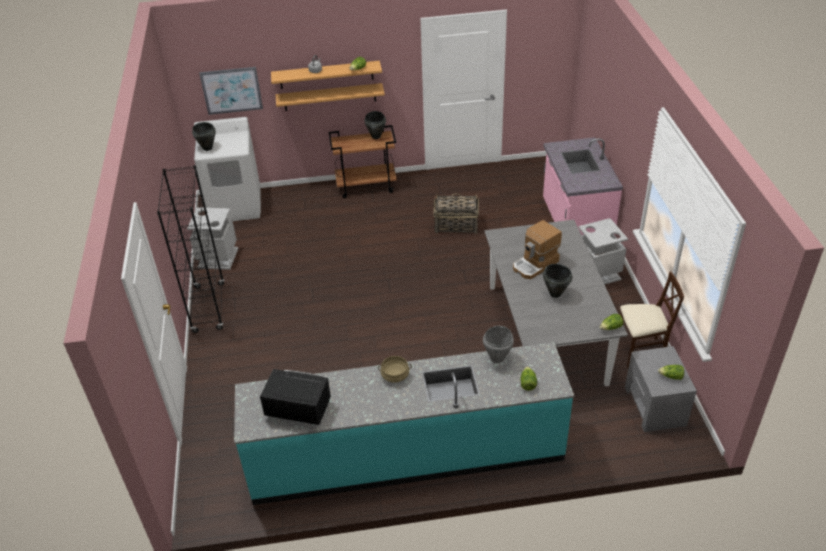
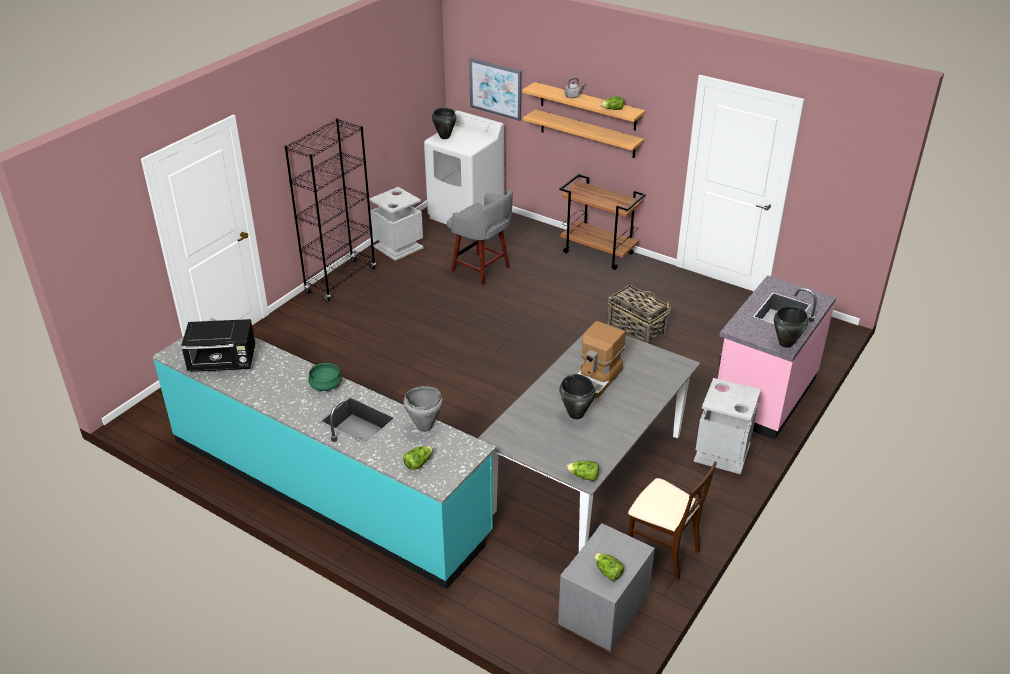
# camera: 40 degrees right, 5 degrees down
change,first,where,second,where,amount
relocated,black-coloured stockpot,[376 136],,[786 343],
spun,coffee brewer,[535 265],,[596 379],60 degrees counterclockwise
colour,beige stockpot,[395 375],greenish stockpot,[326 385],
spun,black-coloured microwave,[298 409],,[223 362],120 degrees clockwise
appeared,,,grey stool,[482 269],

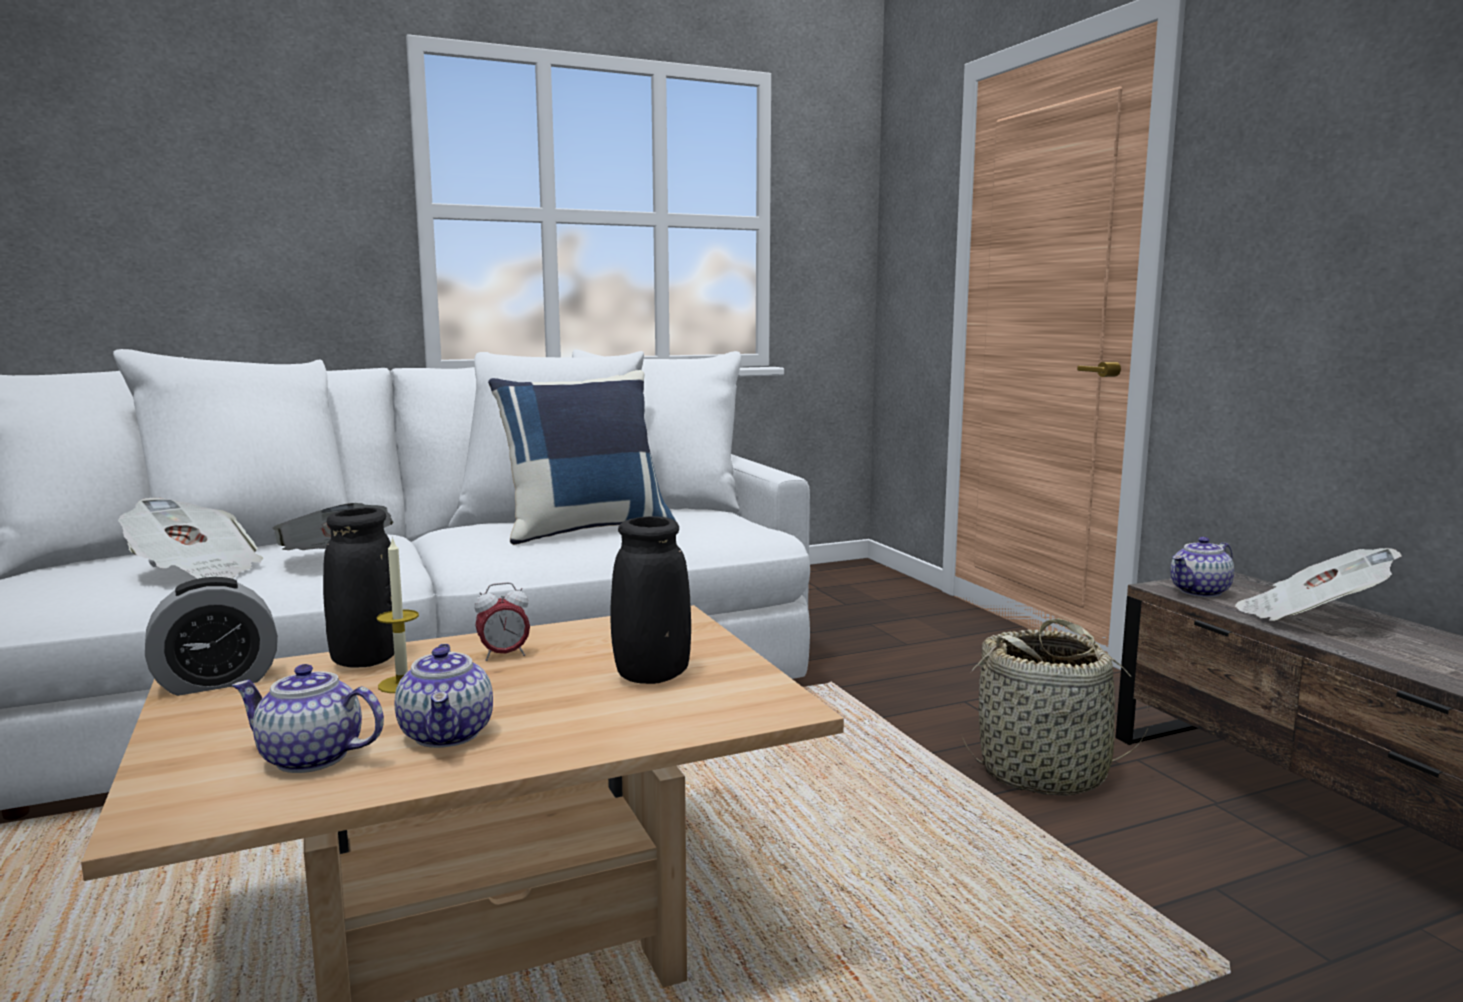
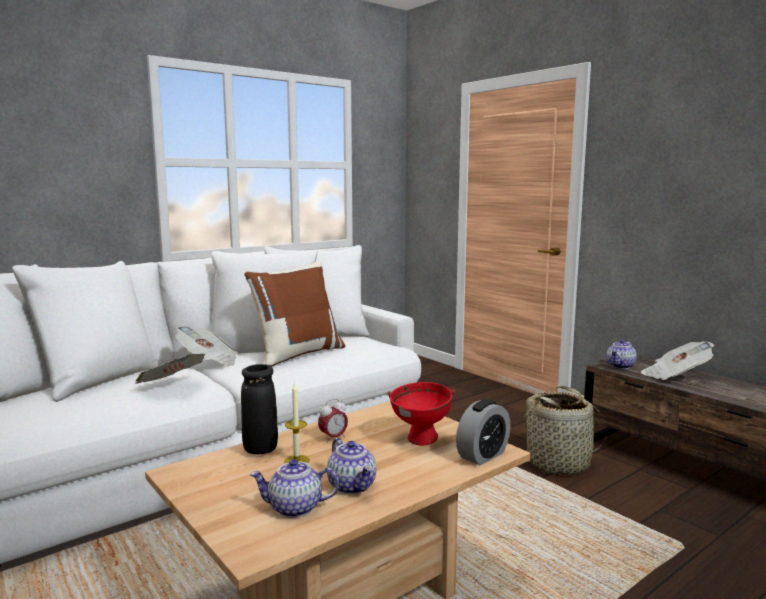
# camera: 15 degrees left, 0 degrees up
change,first,where,second,where,amount
colour,bluish throw pillow,[585 529],brown throw pillow,[297 354],
relocated,newspaper,[196 572],,[209 361],
exchanged,black-coloured decorative vase,[652 676],red-coloured deep dish,[421 441],
relocated,bedside clock,[217 682],,[482 455],

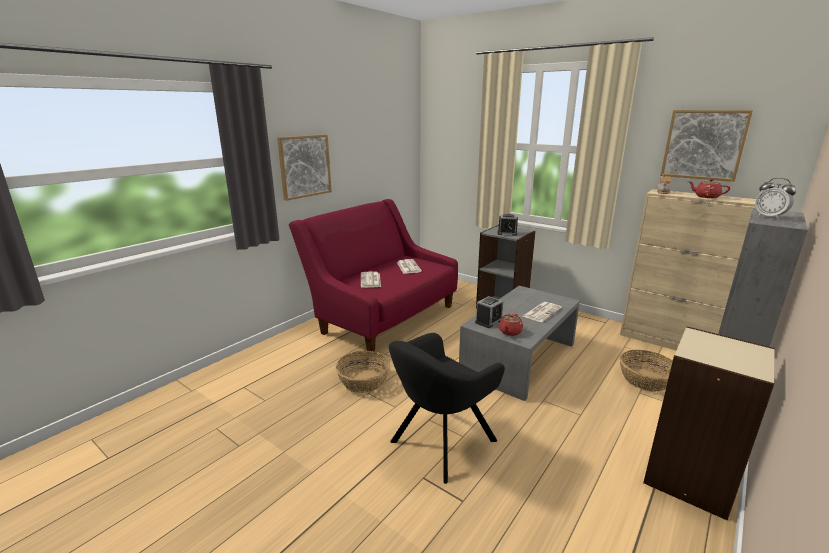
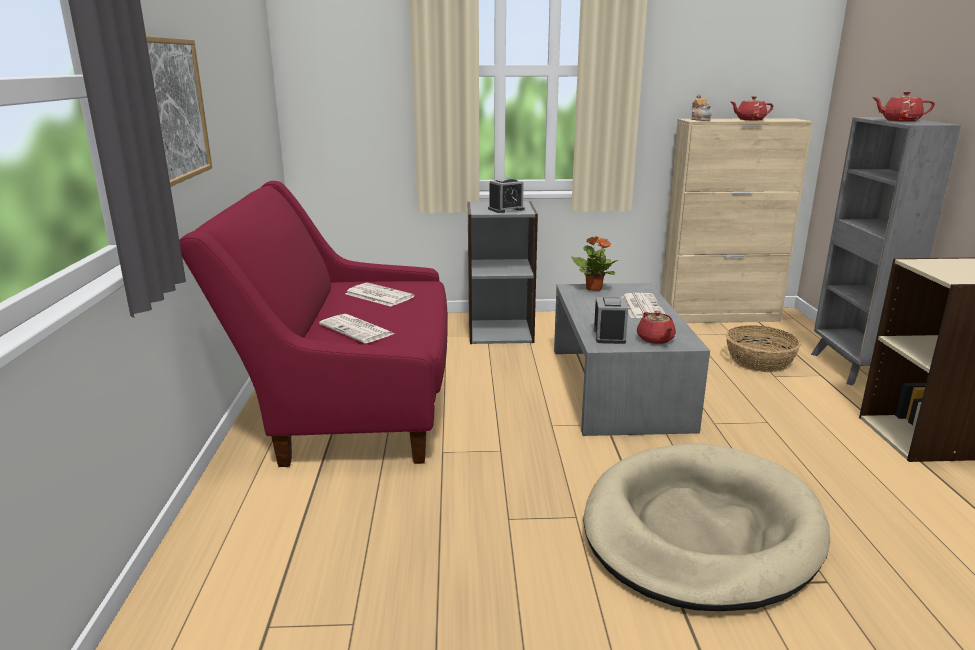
# camera: 40 degrees left, 0 degrees up
change,first,where,second,where,amount
missing,picture,[703 145],,,
exchanged,bedside clock,[769 217],red-coloured tea pot,[899 121],
exchanged,black-coloured armchair,[440 443],beige dog bed,[700 531],
missing,storage basket,[363 381],,,
appeared,,,potted plant,[593 288],

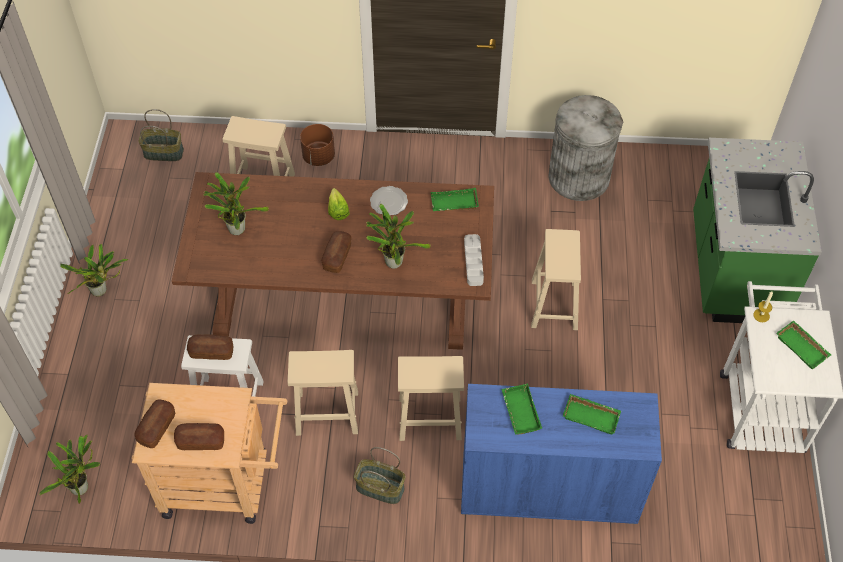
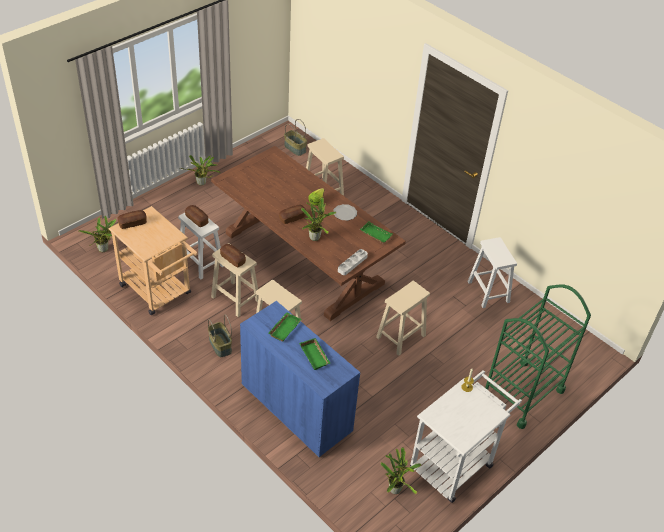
# camera: 40 degrees right, 10 degrees down
change,first,where,second,where,amount
exchanged,grey waste bin,[579 177],whitish stool,[488 292],
missing,brown flower pot,[319 157],,,
exchanged,greenish kitchen counter,[733 270],greenish cart,[522 393],
relocated,potted plant,[236 227],,[395 488],
missing,greenish tray,[803 347],,,
relocated,bread,[201 441],,[233 259],

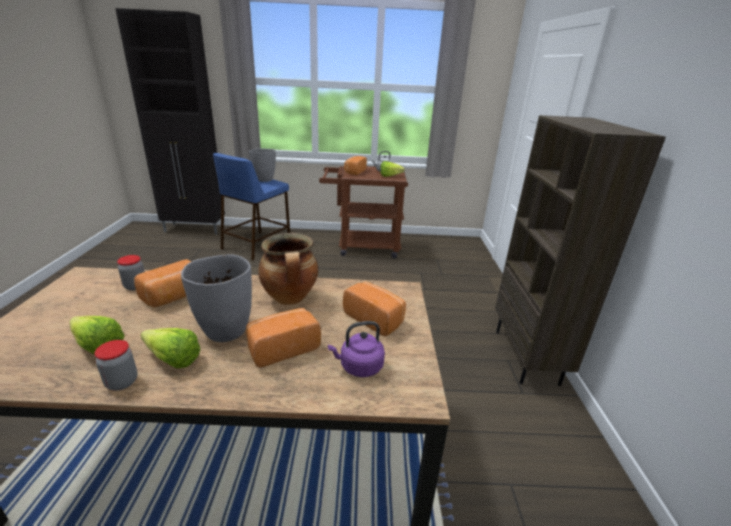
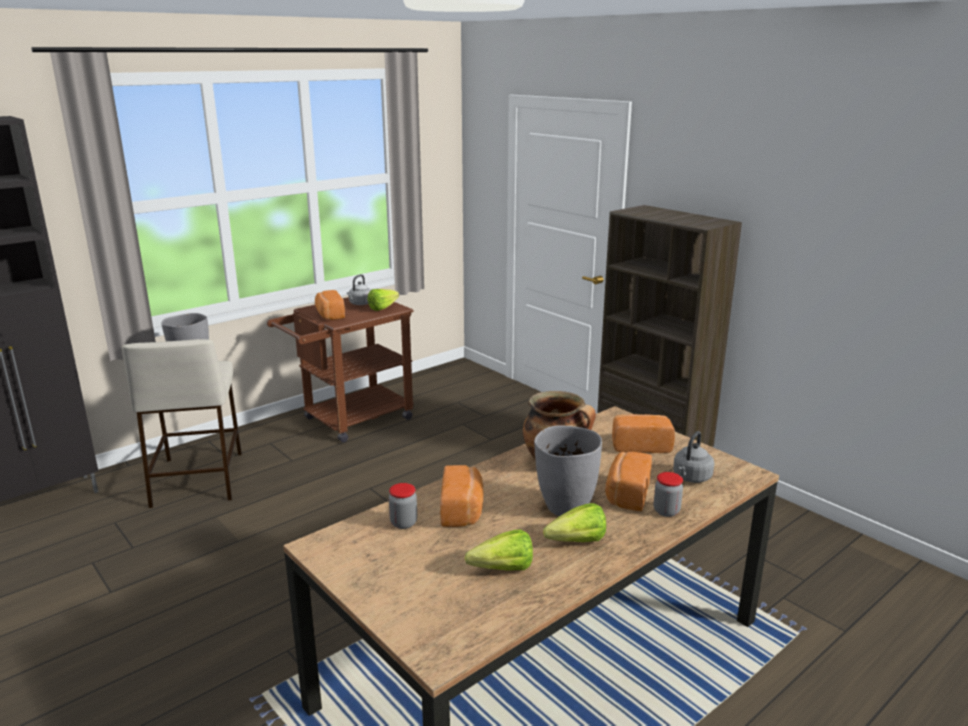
# camera: 40 degrees left, 5 degrees down
change,first,where,second,where,amount
colour,bluish stool,[257 244],beige stool,[197 478],
colour,purple-coloured tea kettle,[359 367],grey tea kettle,[691 478],
relocated,storage jar,[122 382],,[666 511],

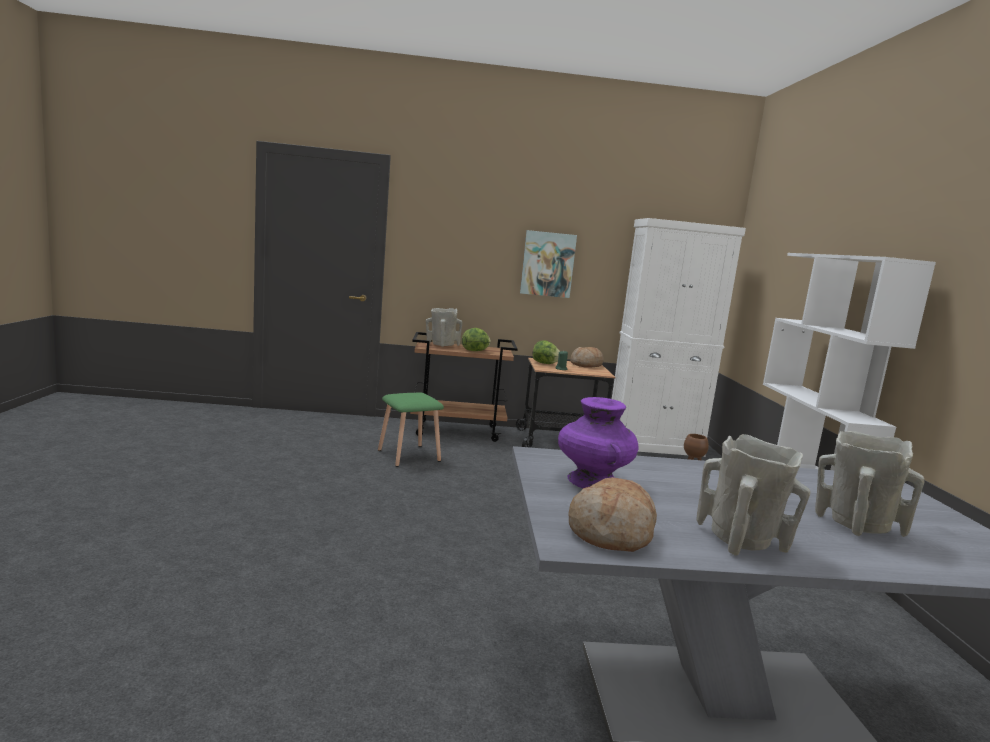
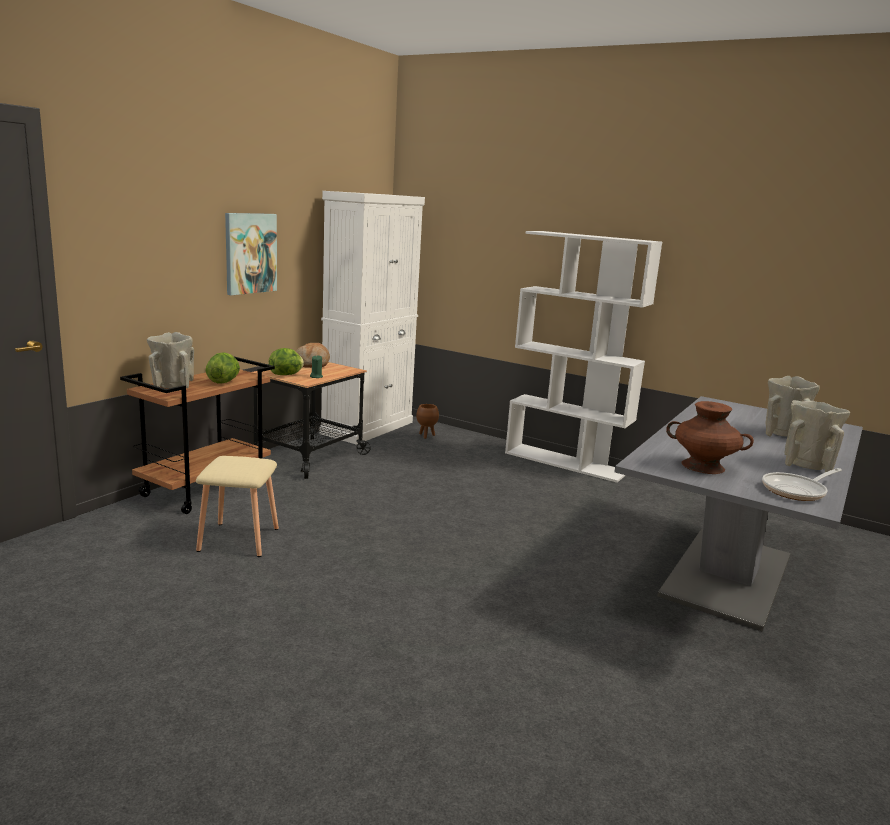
# camera: 55 degrees left, 5 degrees up
change,first,where,second,where,amount
colour,greenish stool,[410 456],beige stool,[240 539],
colour,purple-coloured decorative vase,[593 481],brown decorative vase,[703 466],
exchanged,bread,[611 532],frying pan,[797 491],

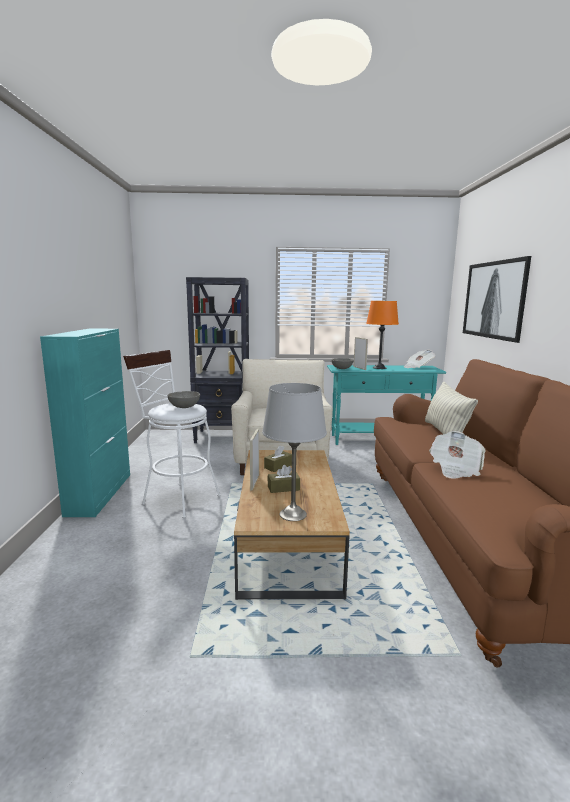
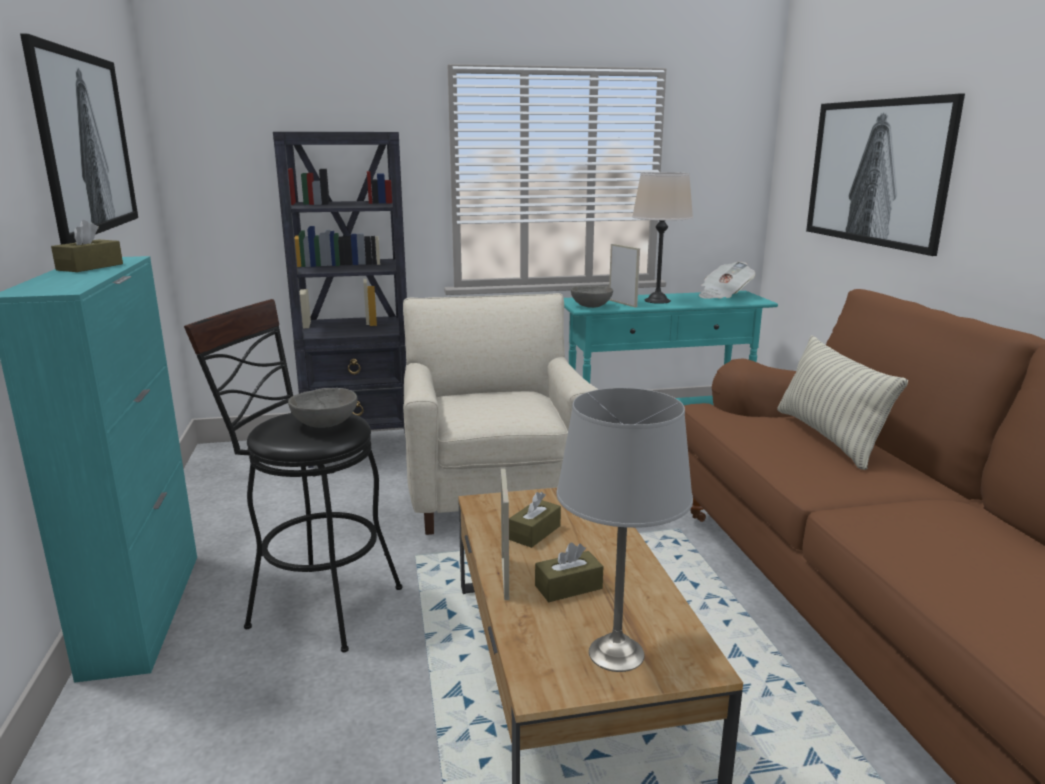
# camera: 10 degrees left, 5 degrees up
change,first,where,second,where,amount
colour,orange tabletop lamp,[379 368],beige tabletop lamp,[657 301],
colour,whitish stool,[177 498],black-coloured stool,[314 604],
missing,newspaper,[455 469],,,
appeared,,,picture,[83 143],
appeared,,,brown box of tissues,[90 267],

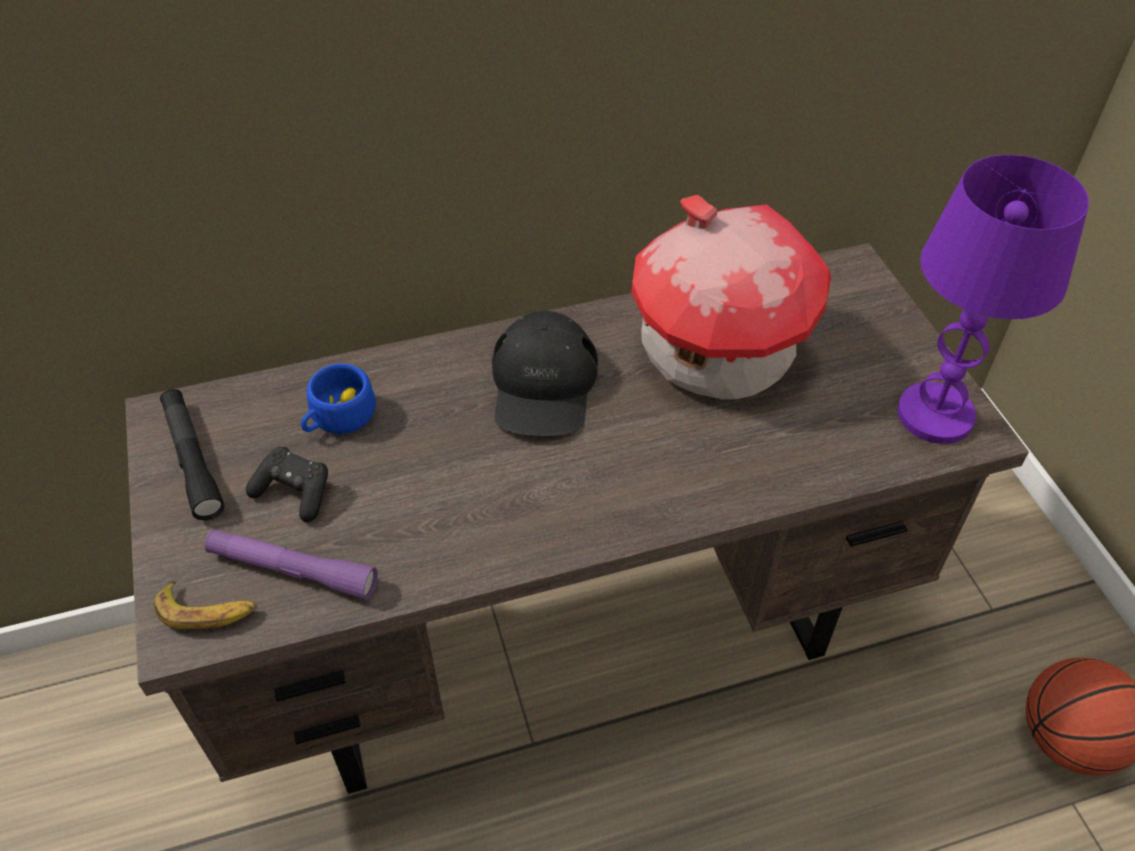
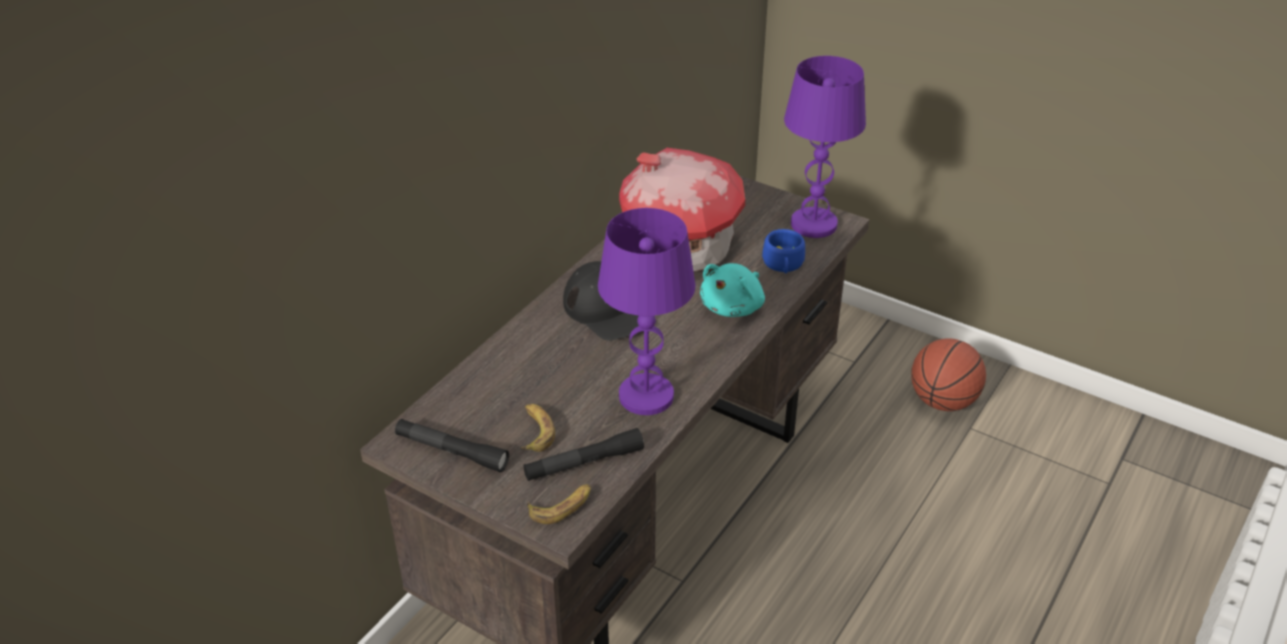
# camera: 40 degrees left, 10 degrees down
change,first,where,second,where,amount
relocated,bluish drinking cup,[338 418],,[783 265],
exchanged,black-coloured gamepad,[294 492],banana fruit,[535 431],
colour,purple-coloured flashlight,[293 570],black-coloured flashlight,[584 463],
appeared,,,purple-coloured tabletop lamp,[645 396],
appeared,,,blue-green cuddly toy,[733 307],

